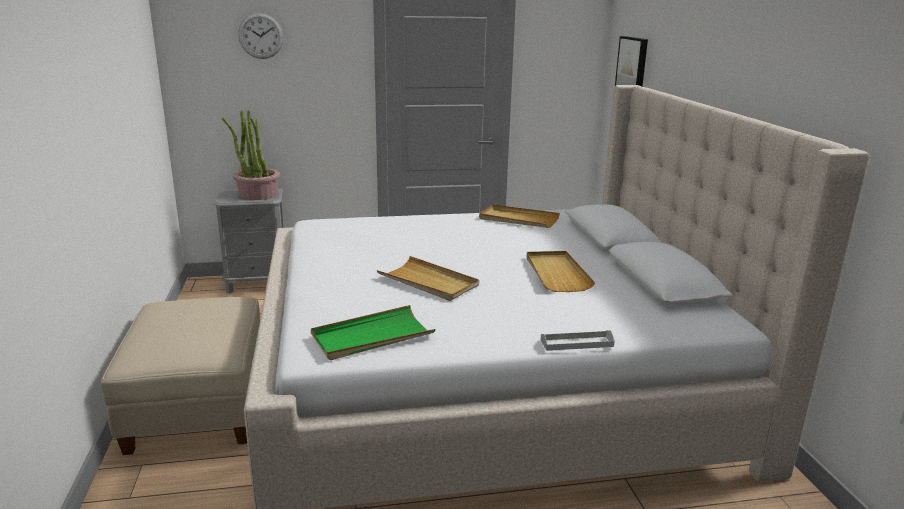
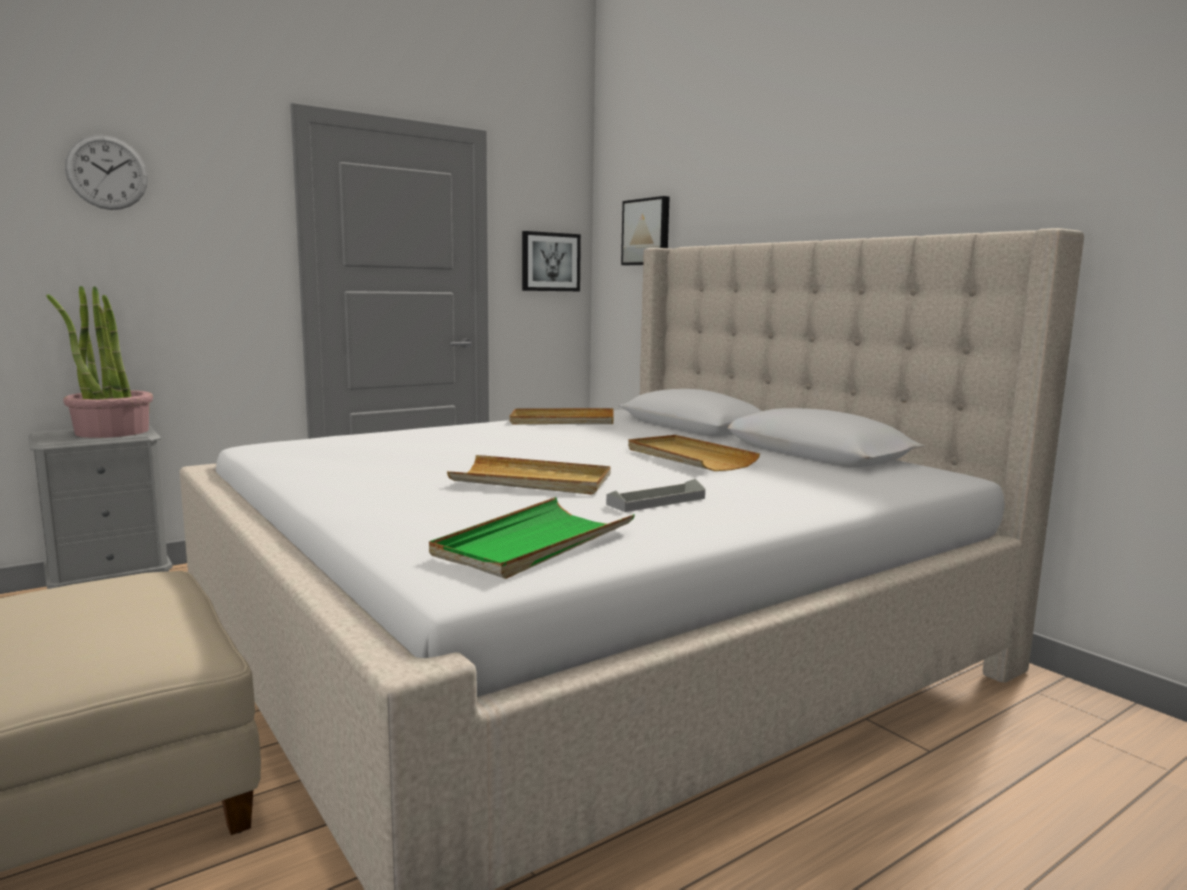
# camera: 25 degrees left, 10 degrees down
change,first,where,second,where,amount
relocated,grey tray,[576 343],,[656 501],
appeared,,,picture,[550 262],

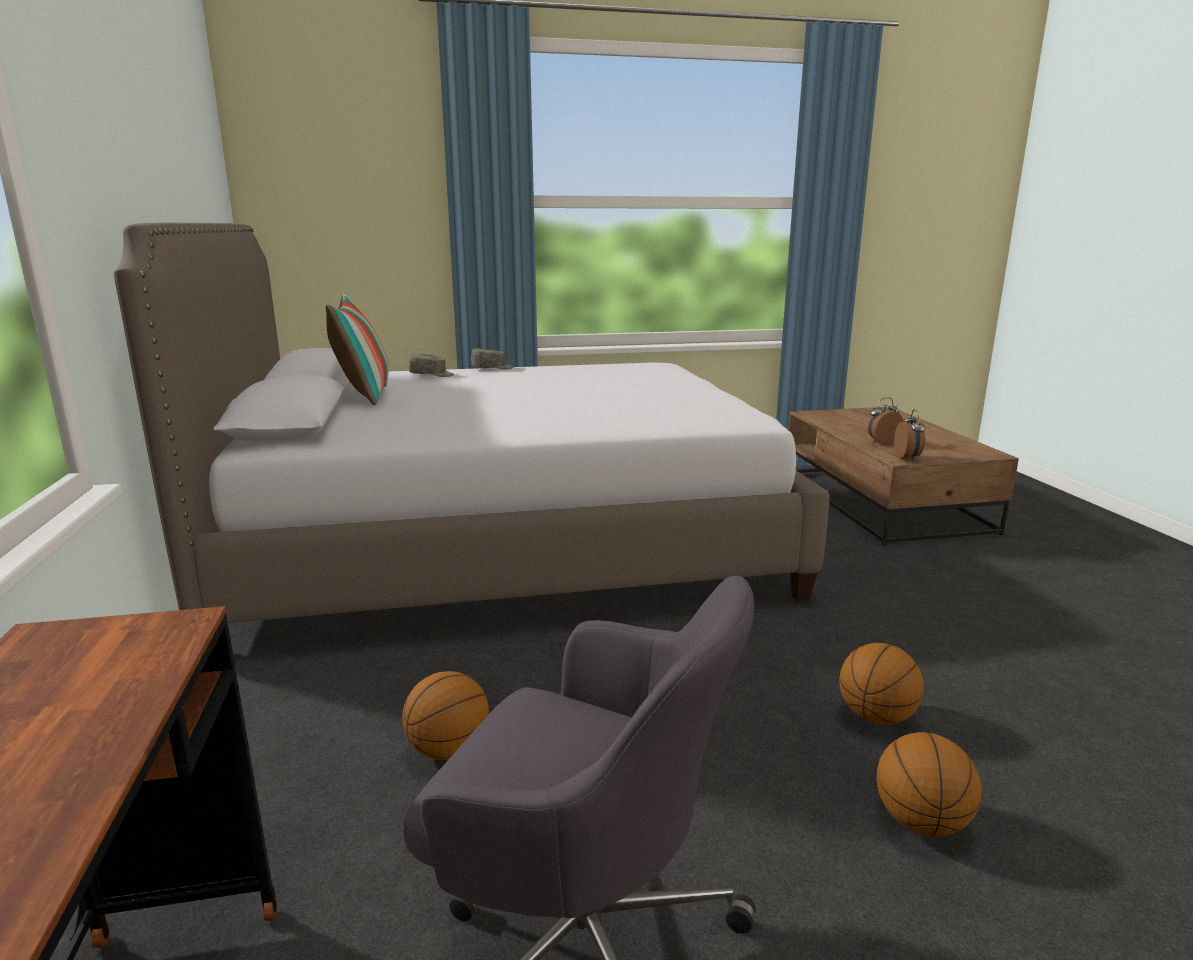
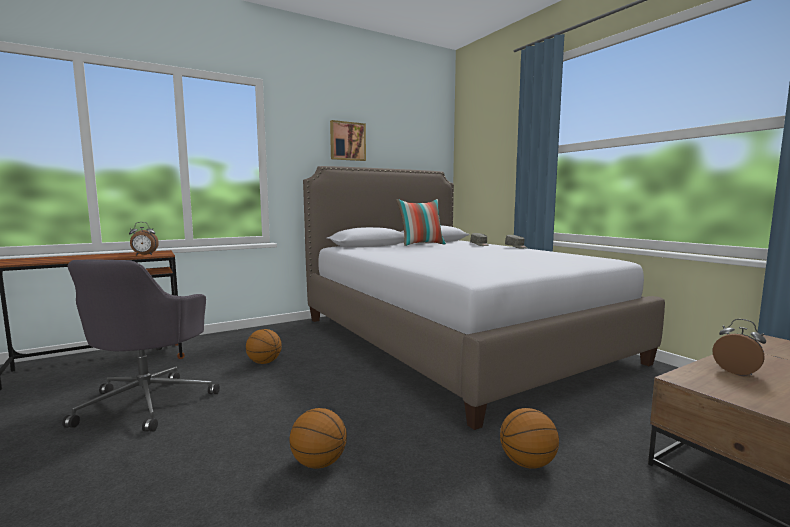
# camera: 70 degrees right, 10 degrees down
change,first,where,second,where,amount
relocated,bedside clock,[908 458],,[144 255],
relocated,basketball ball,[921 821],,[528 463],
appeared,,,picture,[347 141],

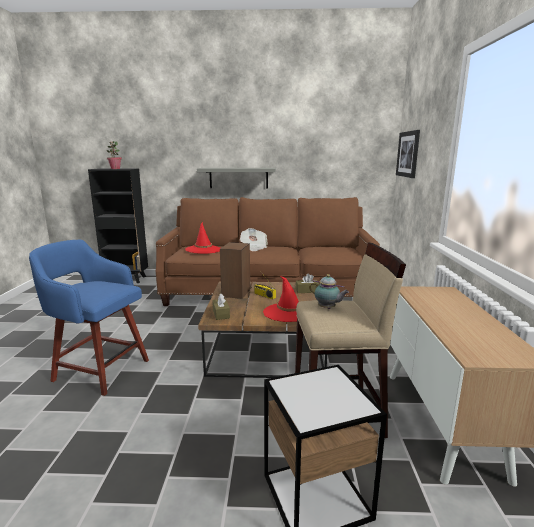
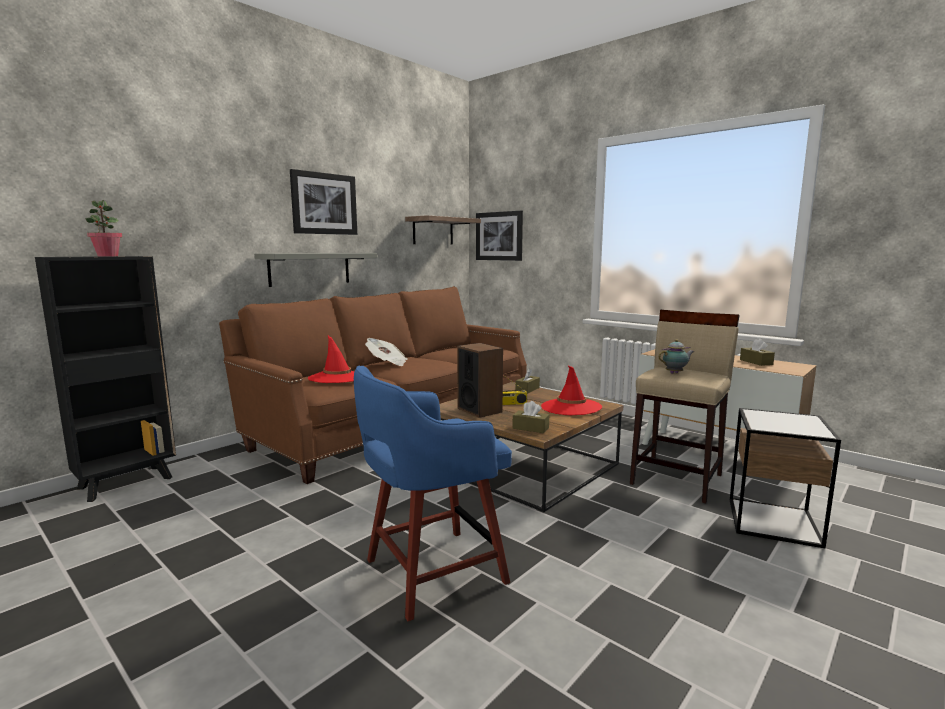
# camera: 50 degrees left, 5 degrees down
change,first,where,second,where,amount
appeared,,,picture,[324 204],
appeared,,,wall shelf,[433 231],
appeared,,,brown box of tissues,[756 362],

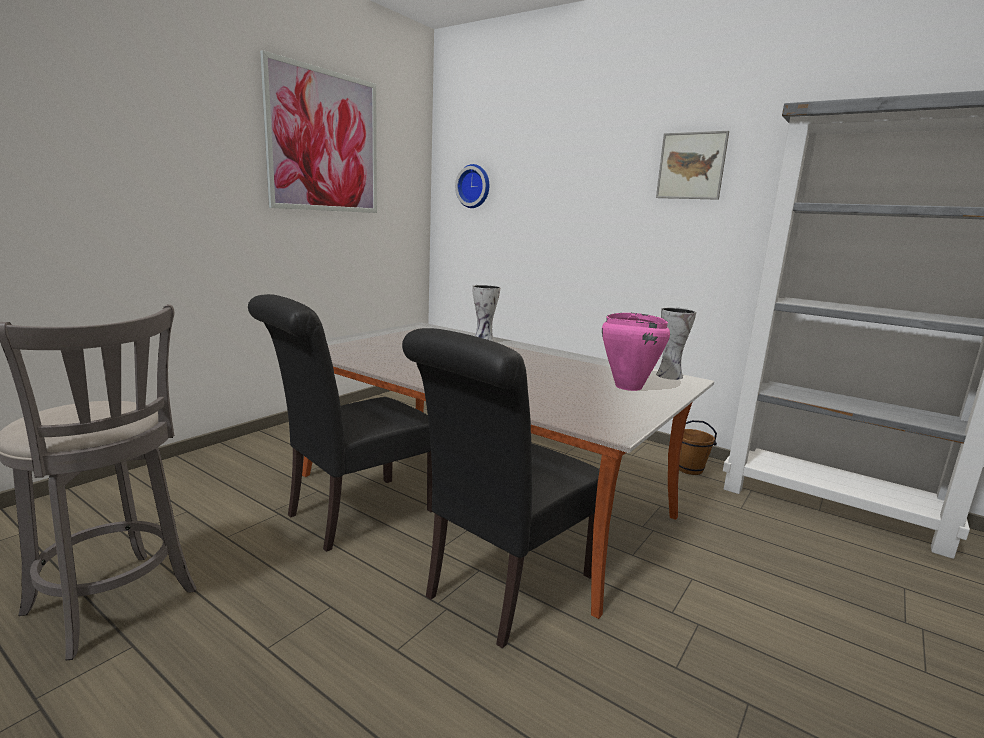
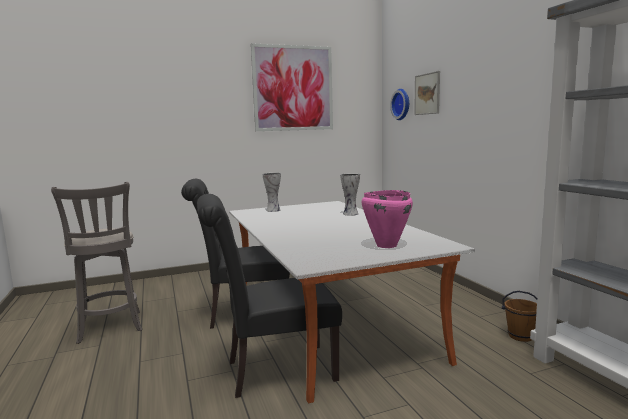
# camera: 35 degrees right, 5 degrees down
change,first,where,second,where,amount
relocated,picture,[691 166],,[427 94],
relocated,decorative vase,[668 375],,[273 210],

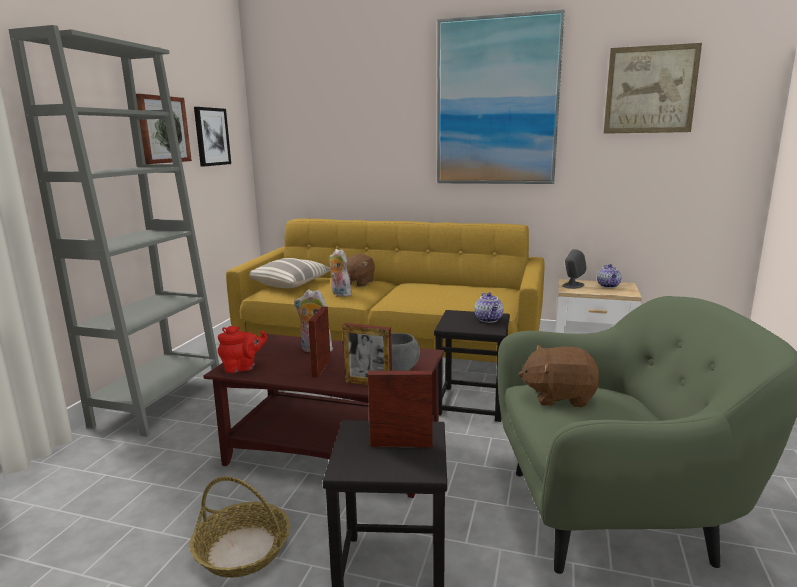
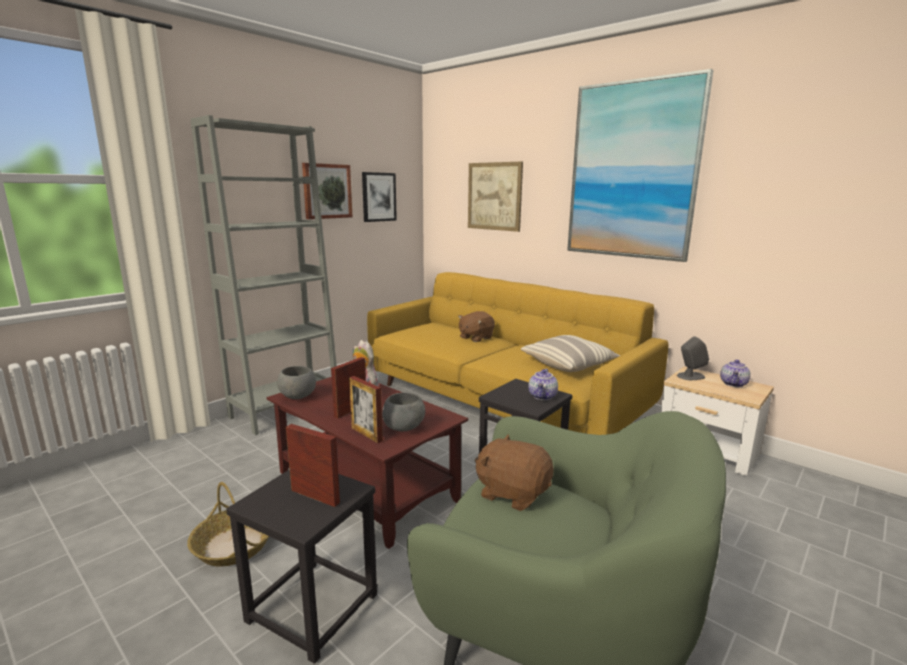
# camera: 25 degrees right, 0 degrees up
change,first,where,second,where,amount
relocated,picture,[650 90],,[494 196],
missing,cuddly toy,[339 294],,,
relocated,throw pillow,[290 284],,[569 365],
exchanged,red-coloured tea pot,[242 368],grey deep dish,[297 397],

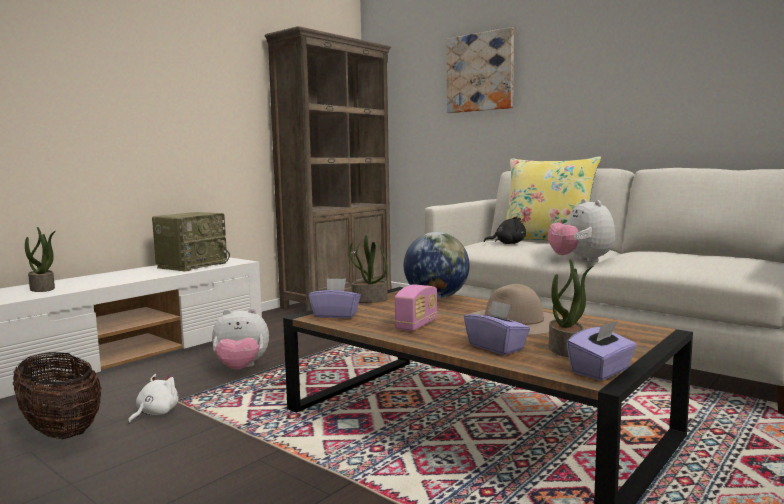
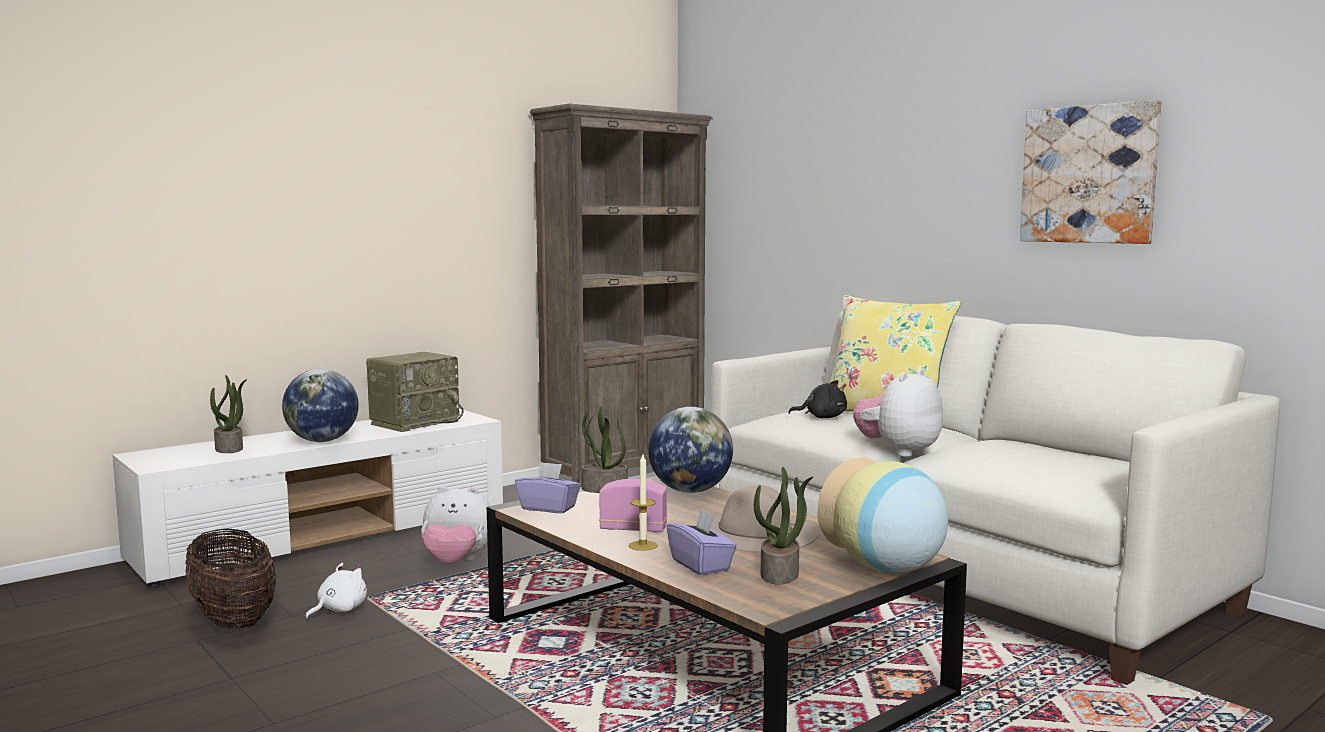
# camera: 10 degrees right, 0 degrees up
change,first,where,second,where,amount
relocated,picture,[480 72],,[1089 174],
spun,cuddly toy,[580 261],,[898 452],45 degrees clockwise
spun,radio set,[416 325],,[633 529],120 degrees counterclockwise
missing,purple-coloured box of tissues,[601 371],,,
appeared,,,globe,[322 441],
appeared,,,wax candle,[643 545],
appeared,,,decorative vase,[886 568],

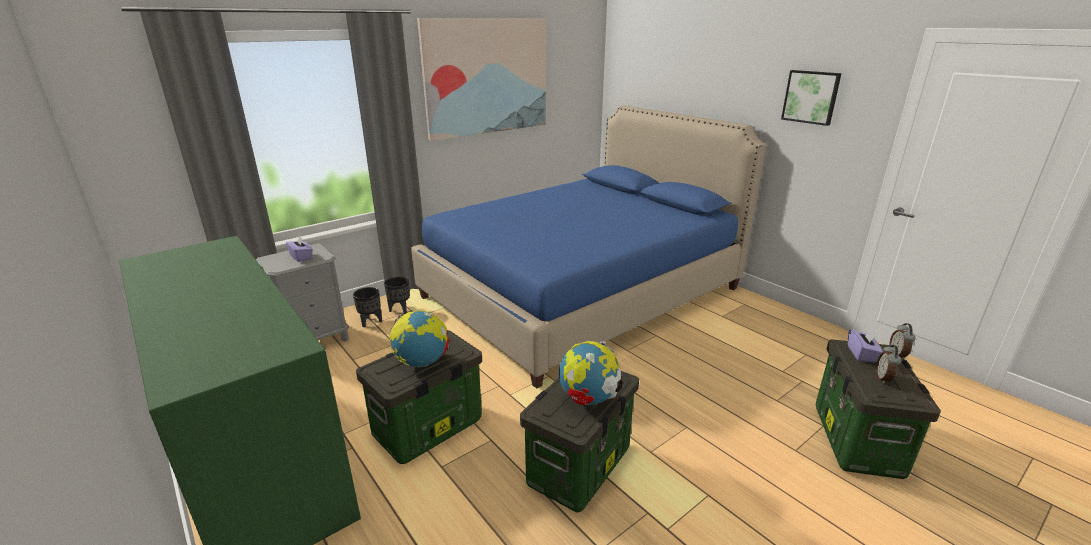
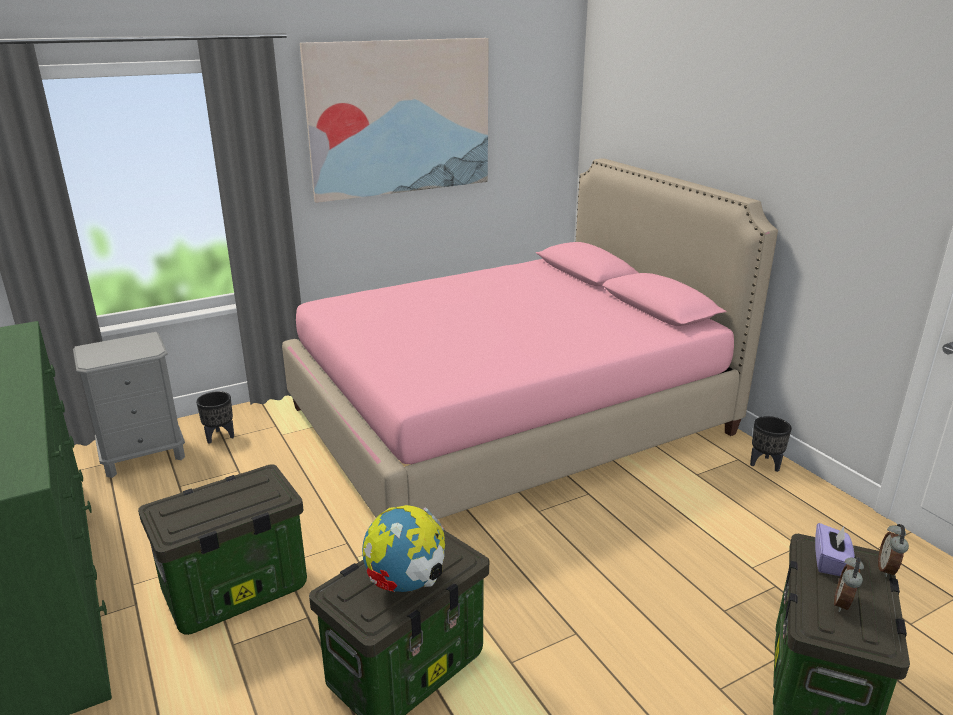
# camera: 10 degrees right, 0 degrees up
change,first,where,second,where,amount
missing,picture,[811 97],,,
colour,bluish sleeping bed,[581 292],pink-coloured sleeping bed,[508 420],
missing,purple-coloured box of tissues,[301 257],,,
relocated,black-coloured flower pot,[400 310],,[765 464],
missing,globe,[422 362],,,

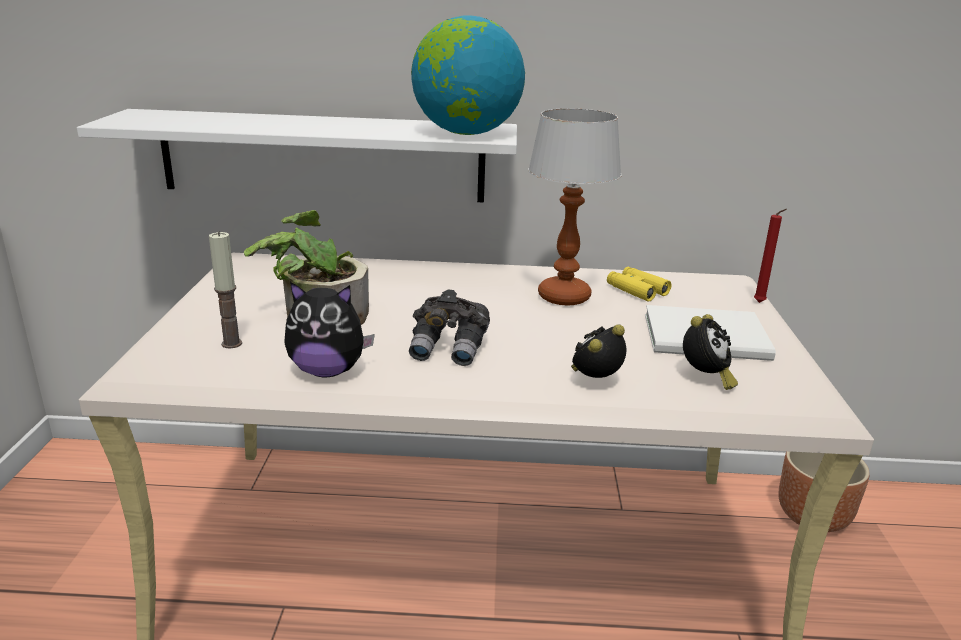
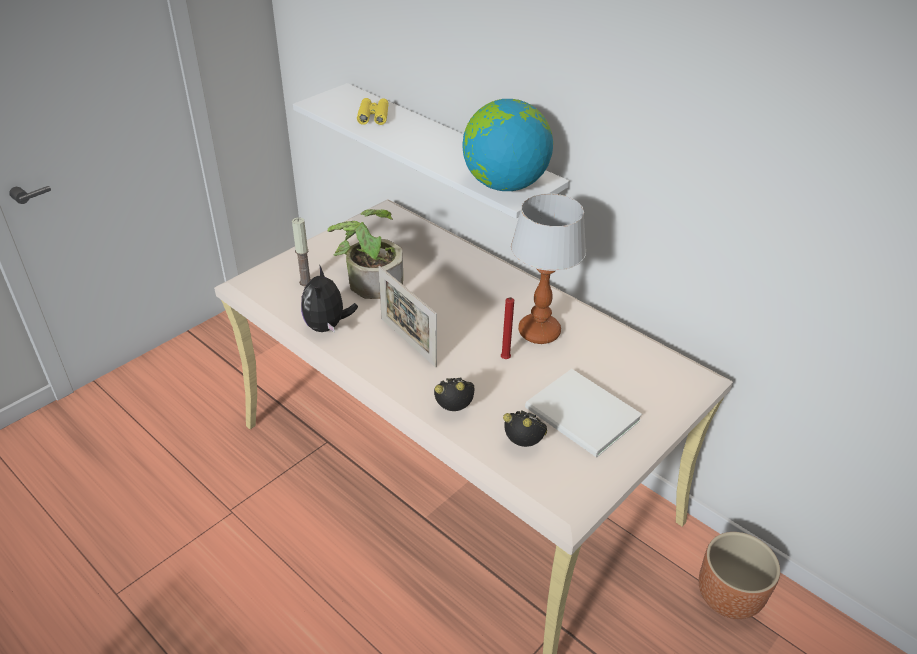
# camera: 40 degrees right, 15 degrees up
change,first,where,second,where,amount
relocated,red-coloured wax candle,[760 303],,[504 360],
relocated,yellowish binoculars,[637 290],,[373 116],
spun,cuddly toy,[328 371],,[327 326],45 degrees clockwise
exchanged,grey binoculars,[449 349],photo frame,[408 342],
spun,bedside clock,[705 379],,[525 445],135 degrees counterclockwise

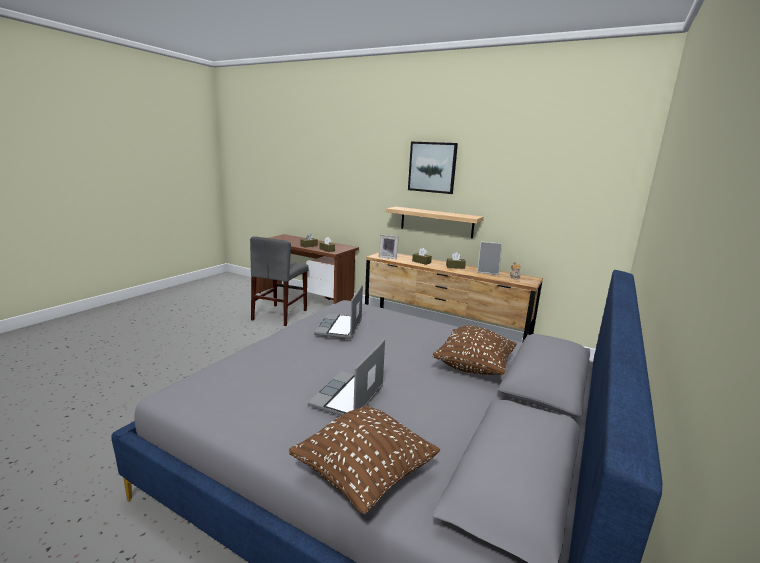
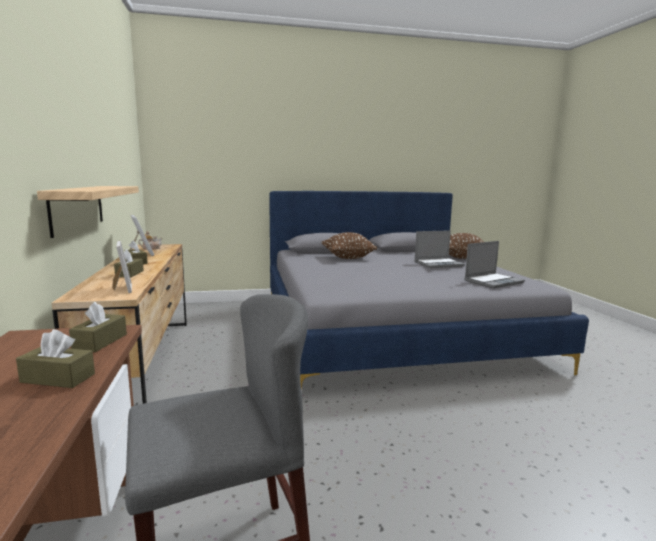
# camera: 130 degrees left, 5 degrees down
change,first,where,second,where,amount
missing,picture,[432 167],,,
relocated,notebook computer,[340 328],,[493 281],

